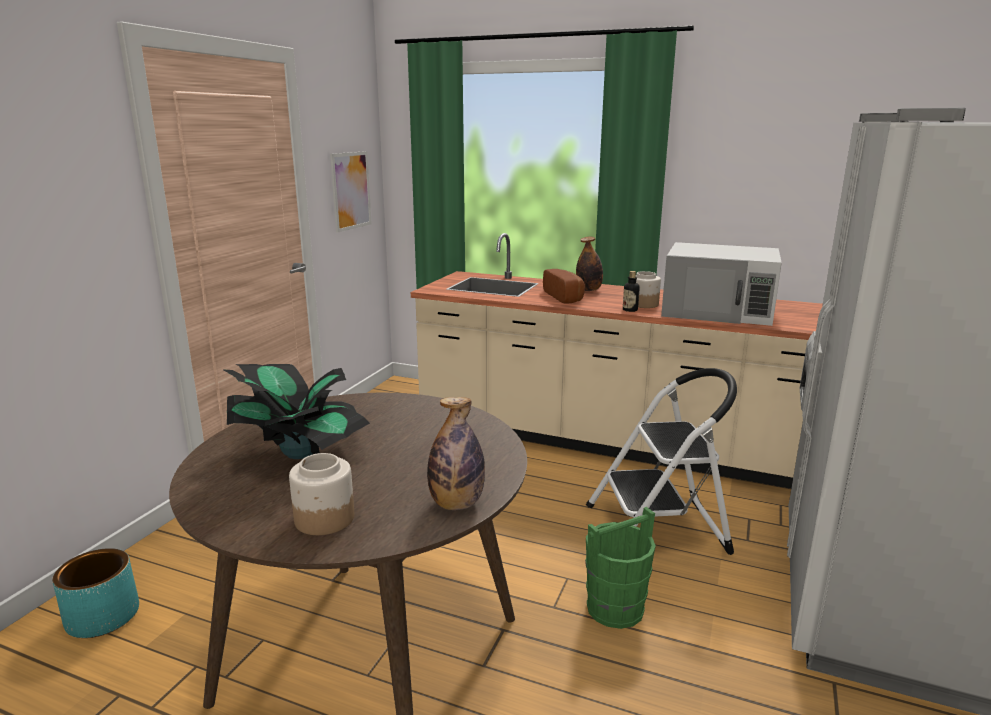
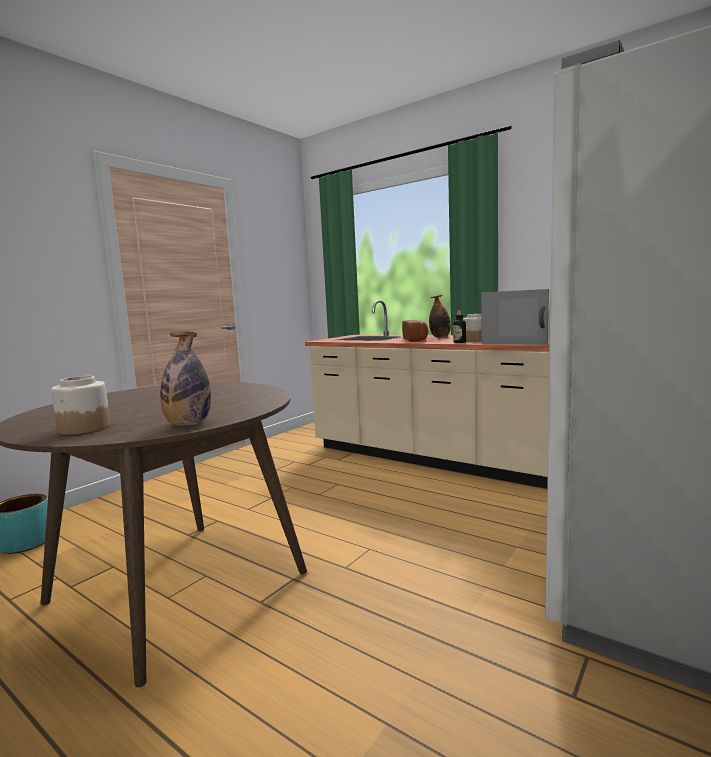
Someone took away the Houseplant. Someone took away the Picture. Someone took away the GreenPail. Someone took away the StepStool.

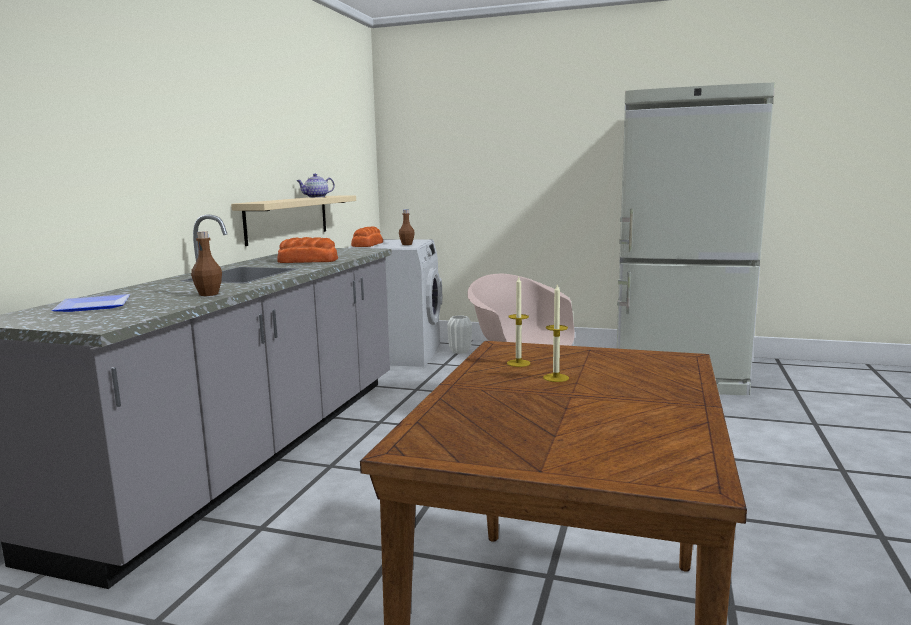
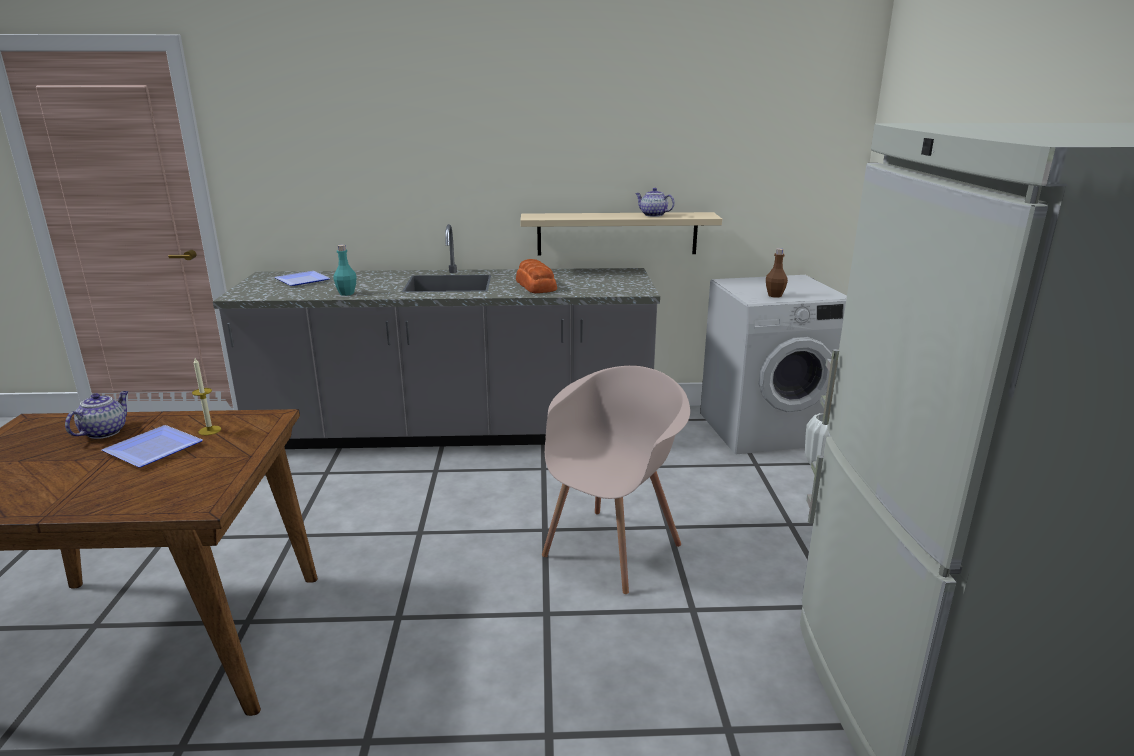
Someone repainted the BrownColouredBottle (no. 1 from left), which became the BlueGreenBottle. Someone took away the Bread (no. 2 from left). Someone swapped the WaxLight (no. 2 from left) for the DinnerPlate (no. 1 from left). Someone put down the TeaPot (no. 1 from left).

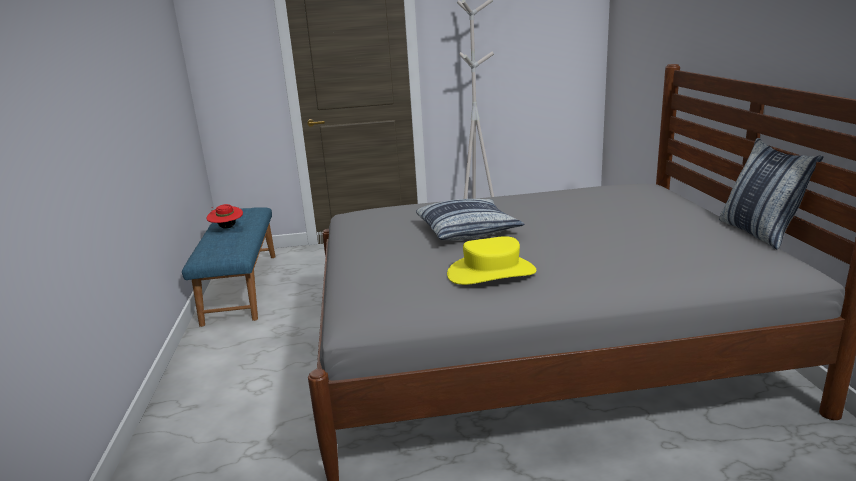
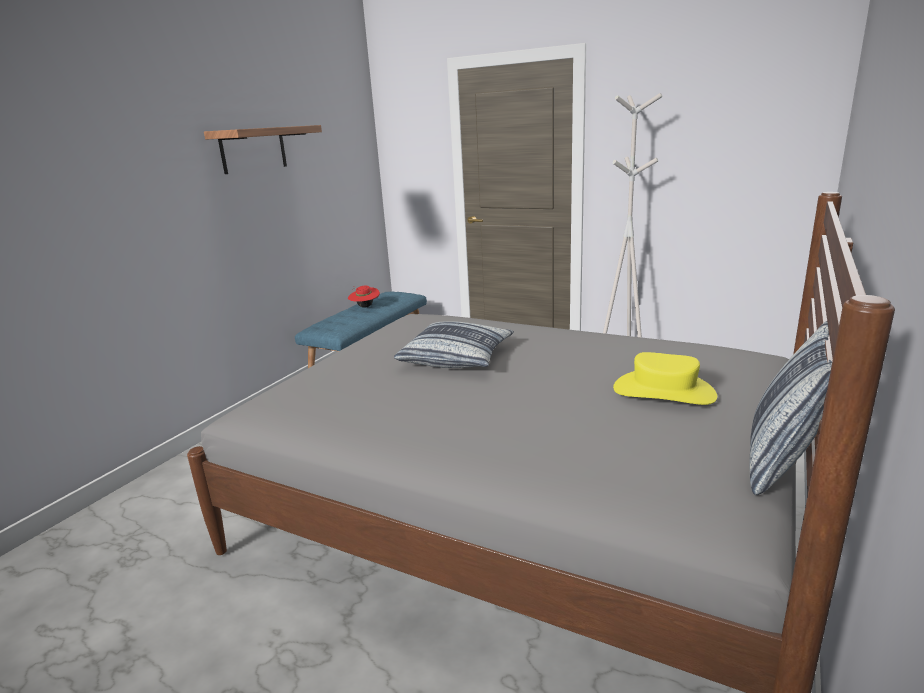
Someone carried the YellowColouredHat. Someone put up the Shelf.

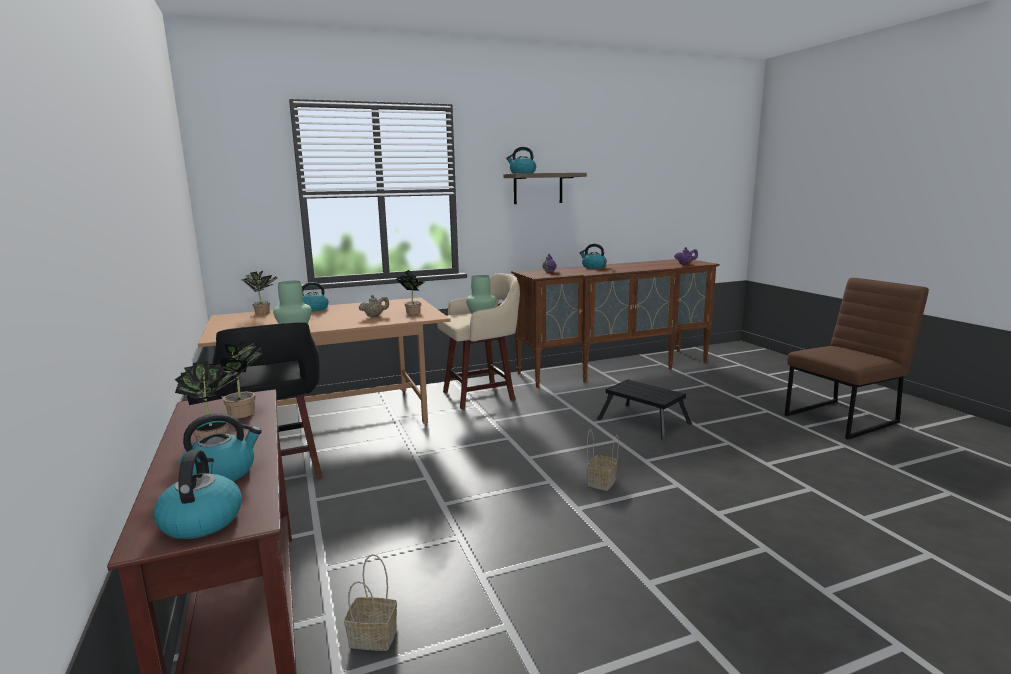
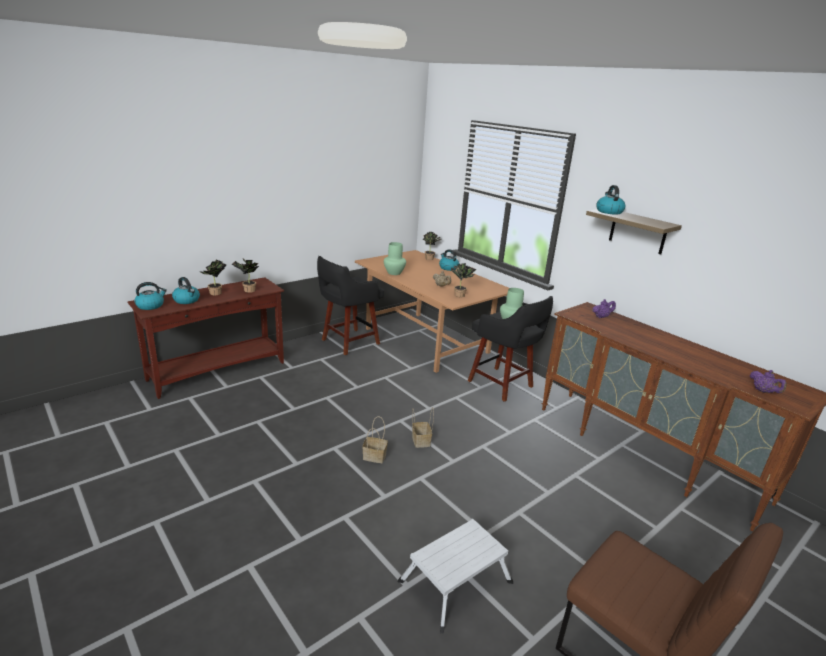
Someone carried the StorageBasket (no. 1 from left in the first image). Someone repainted the SandColouredStool, which became the BlackStool (no. 2 from left). Someone took away the Kettle (no. 5 from left). Someone took away the BlackStepStool. Someone put down the WhitishStepStool.

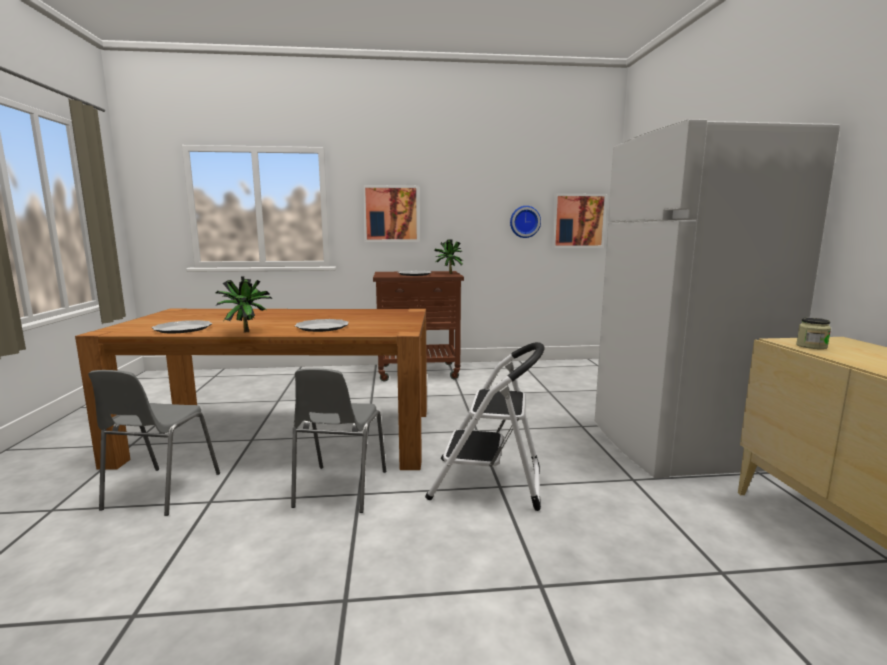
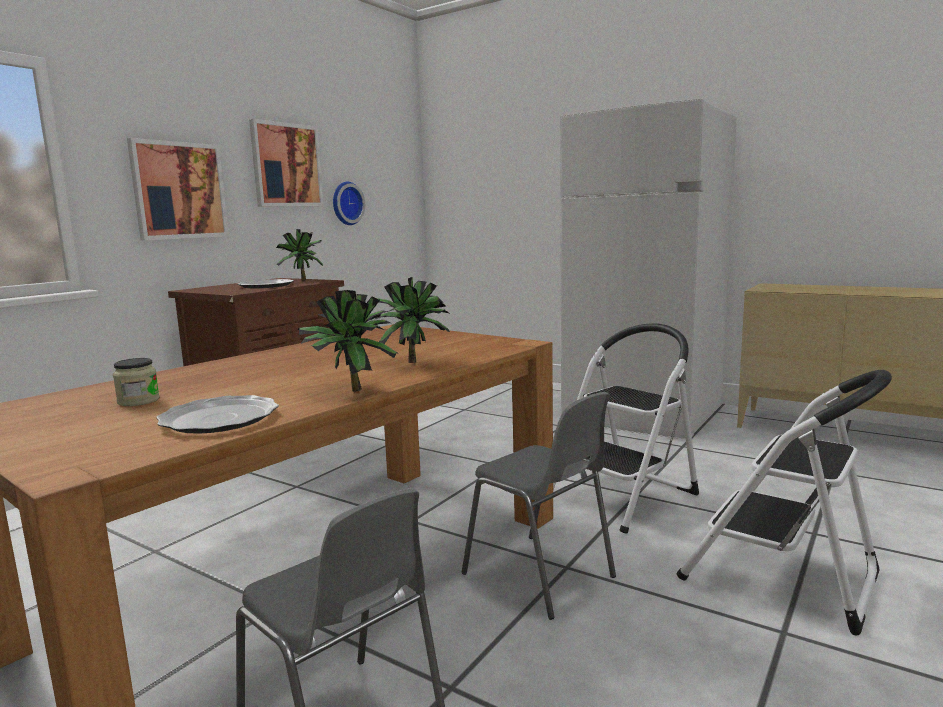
Someone swapped the DinnerPlate (no. 2 from left) for the Houseplant (no. 3 from left). Someone carried the Picture (no. 2 from left). Someone carried the Jar. Someone put down the StepStool (no. 2 from left).

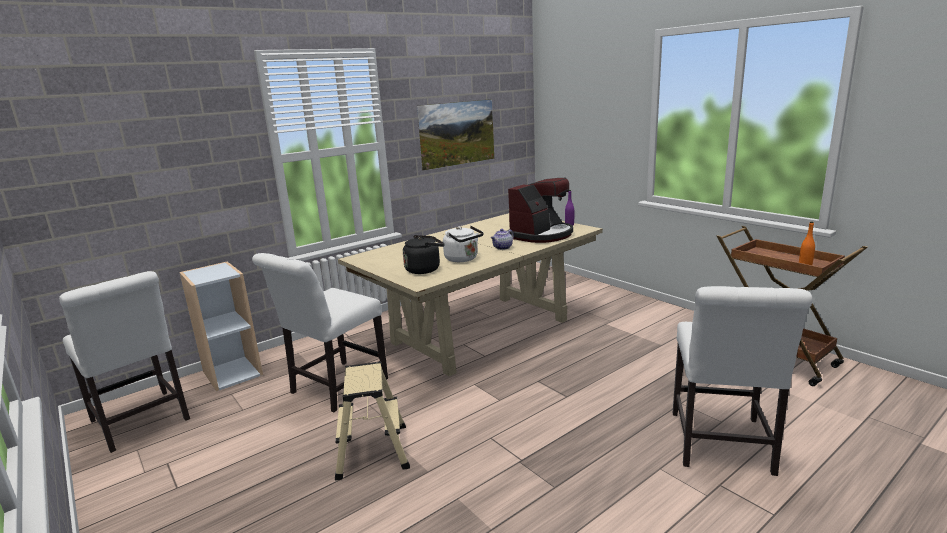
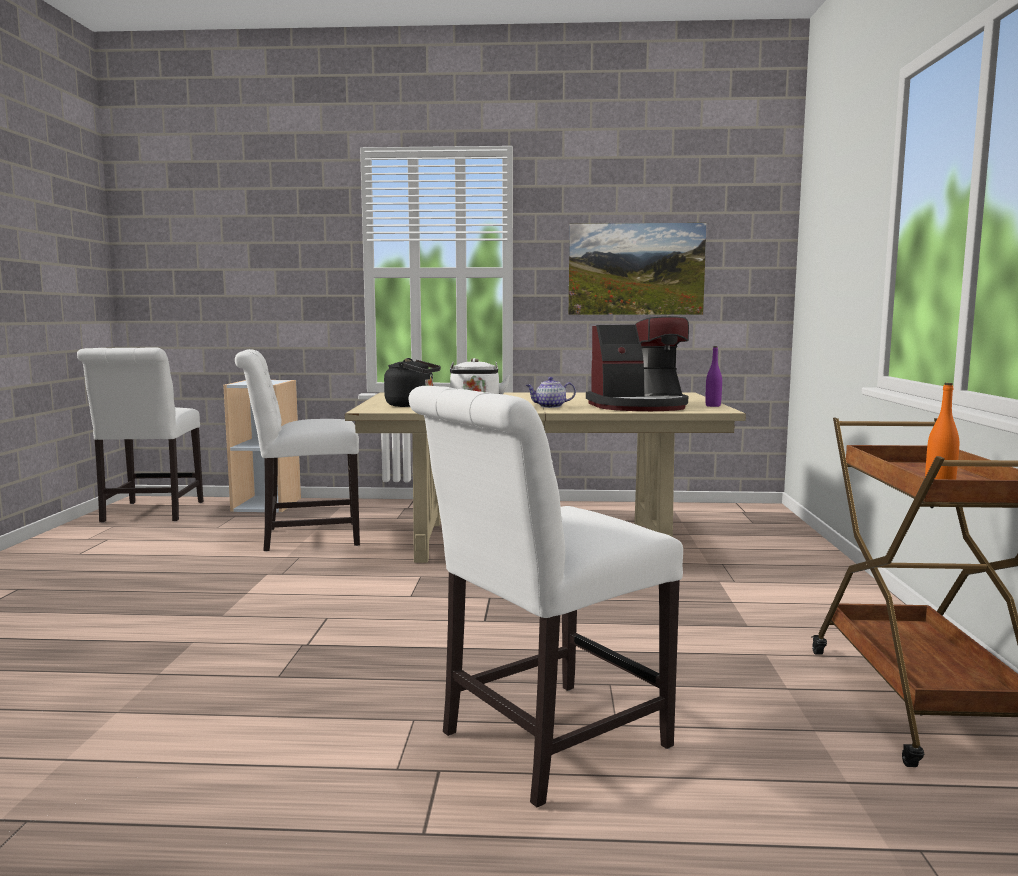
Someone took away the SandColouredStepStool.

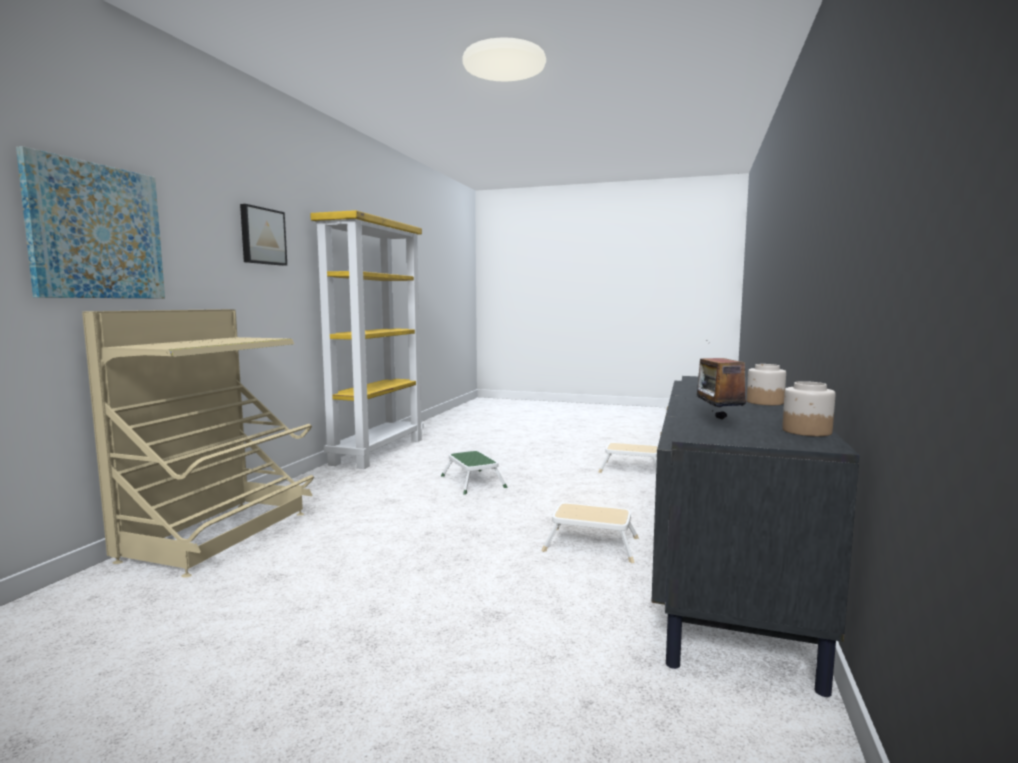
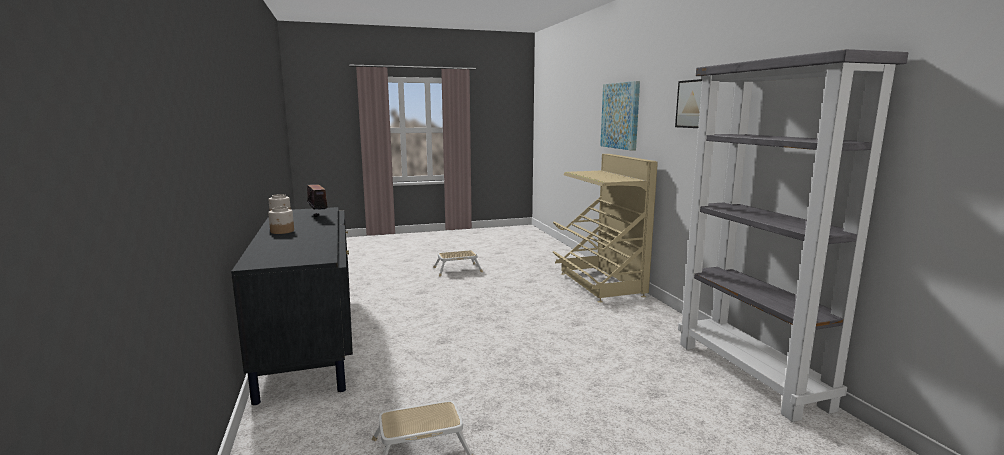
Someone repainted the YellowColouredBookcase, which became the GreyishBookcase. Someone took away the GreenStepStool. Someone carried the SandColouredStepStool (no. 1 from left in the first image).

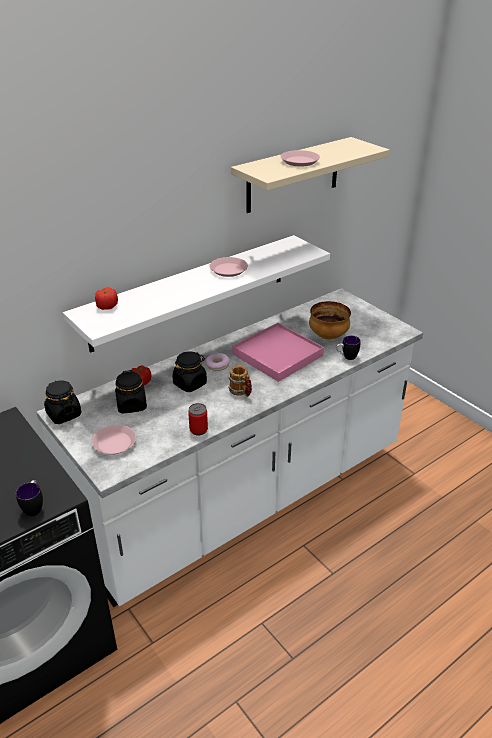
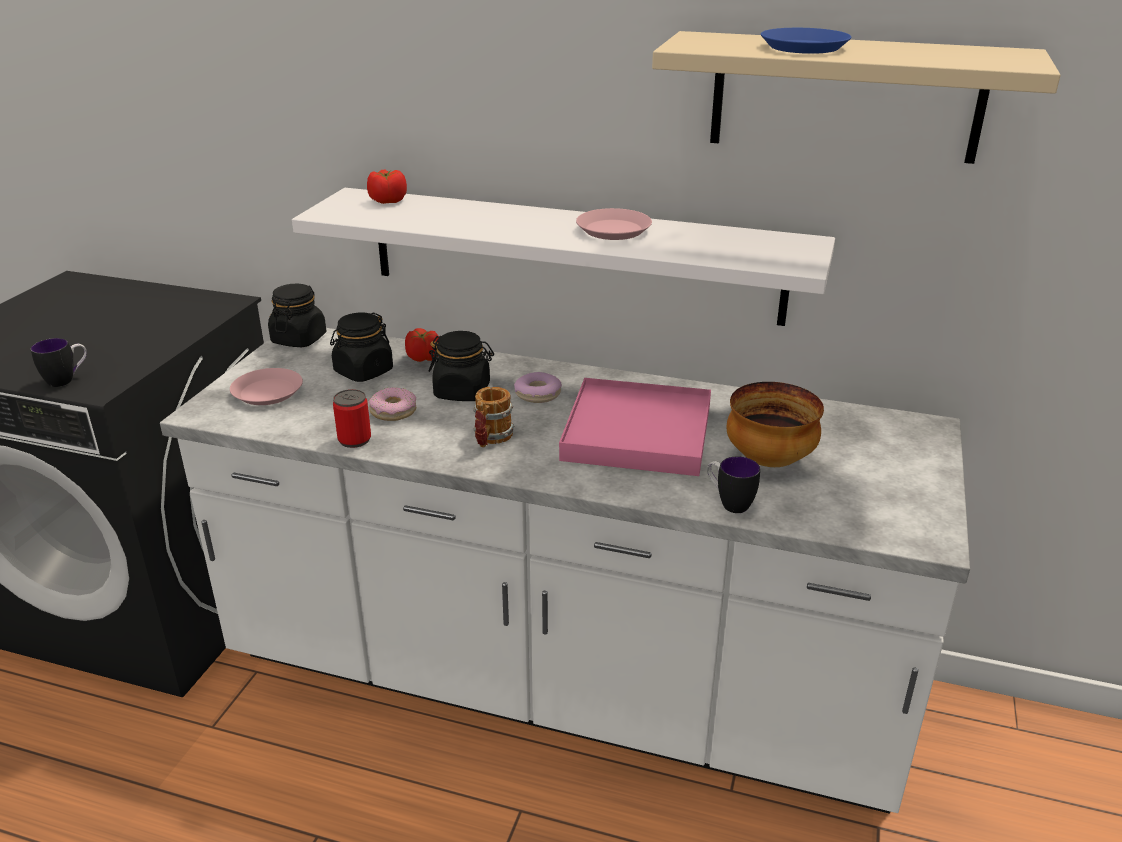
Someone repainted the PinkColouredDinnerPlate (no. 3 from left), which became the BlueColouredDinnerPlate. Someone put down the Doughnut (no. 1 from left).

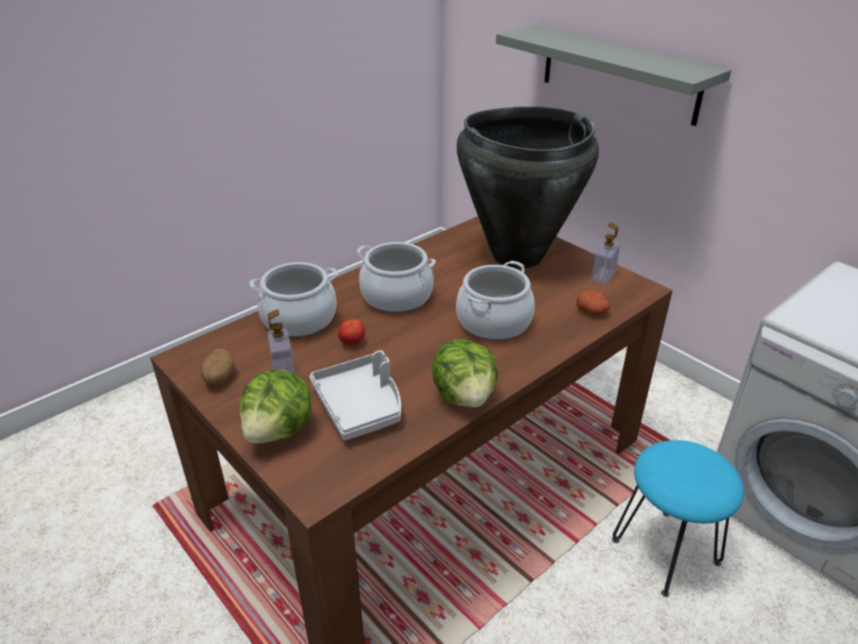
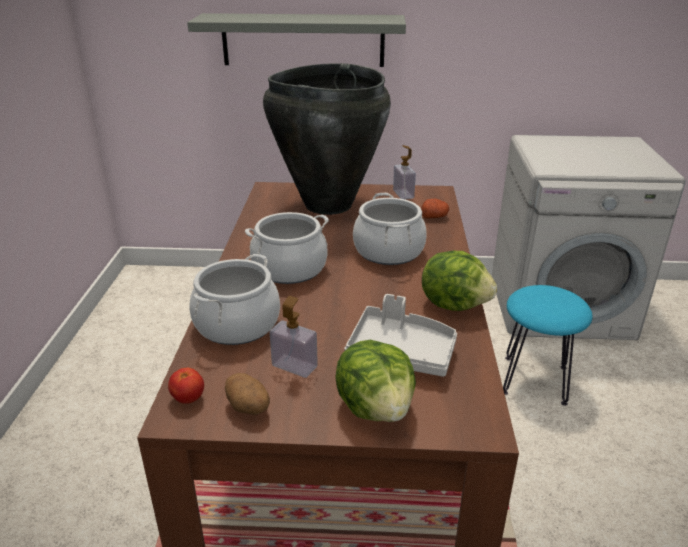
Someone carried the WholeTomato.

